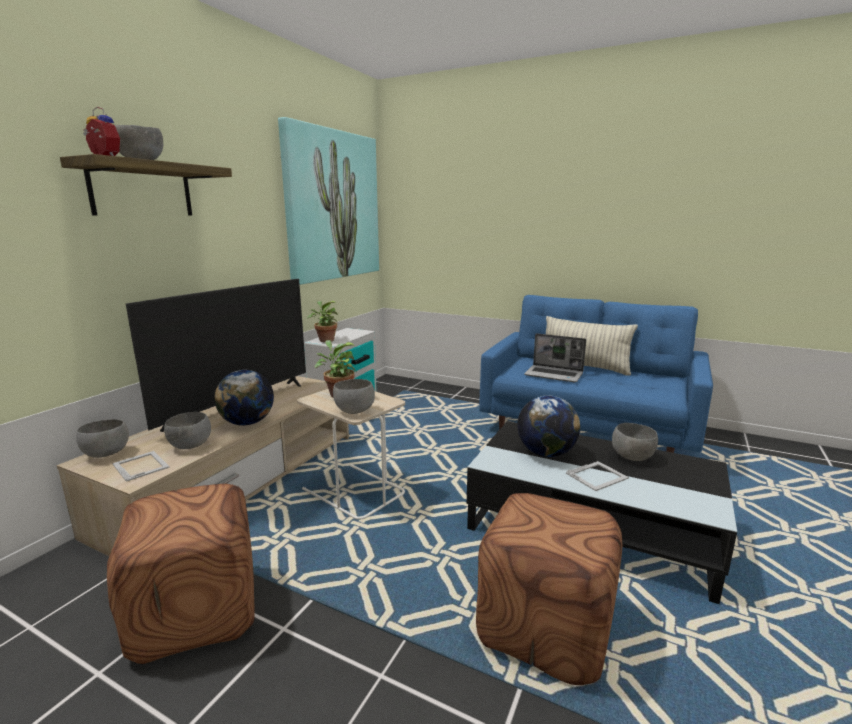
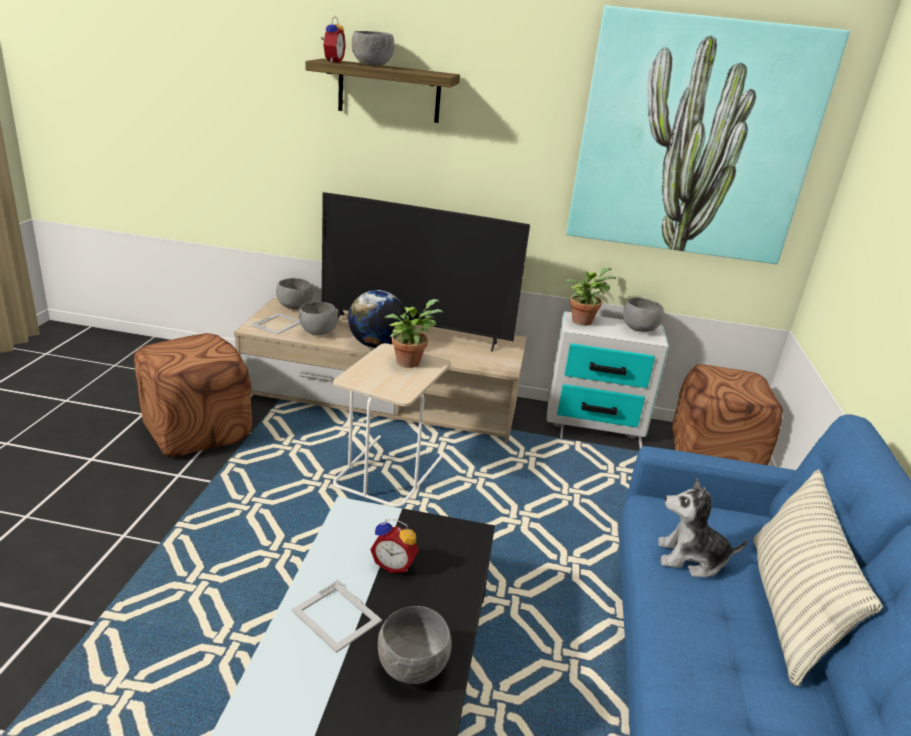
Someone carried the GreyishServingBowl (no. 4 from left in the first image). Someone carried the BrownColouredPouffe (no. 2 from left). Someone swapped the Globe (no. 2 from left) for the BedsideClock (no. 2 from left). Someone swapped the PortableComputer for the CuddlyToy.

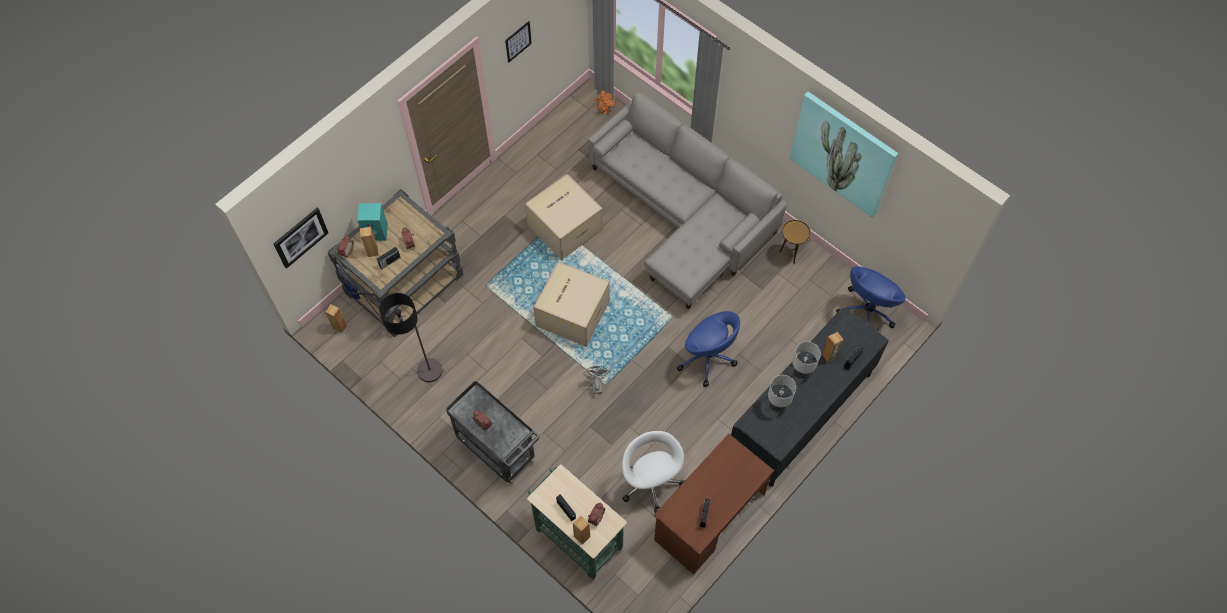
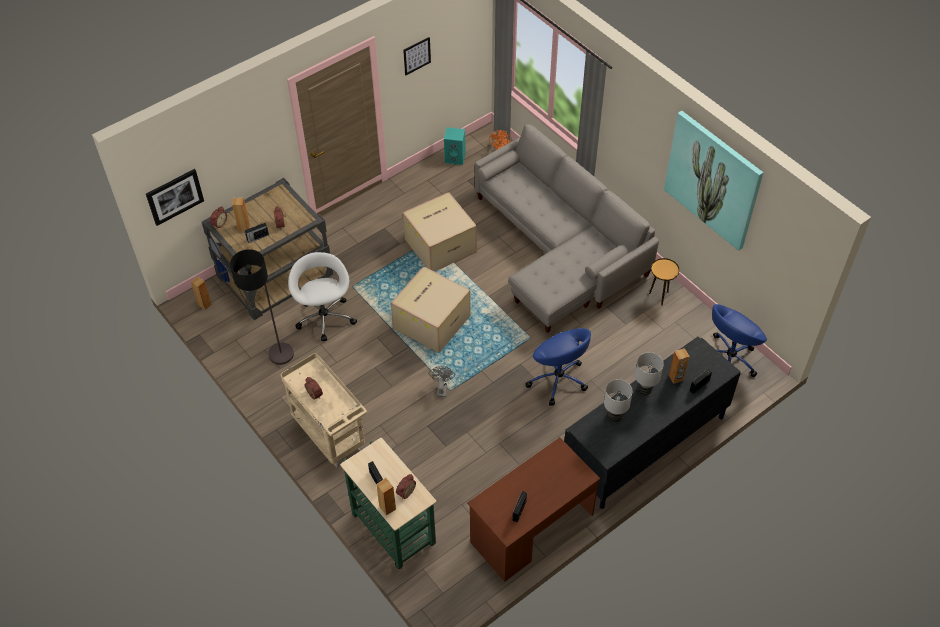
Someone carried the BlueGreenSpeaker. Someone repainted the BlackCart, which became the SandColouredCart. Someone carried the WhitishComputerChair.

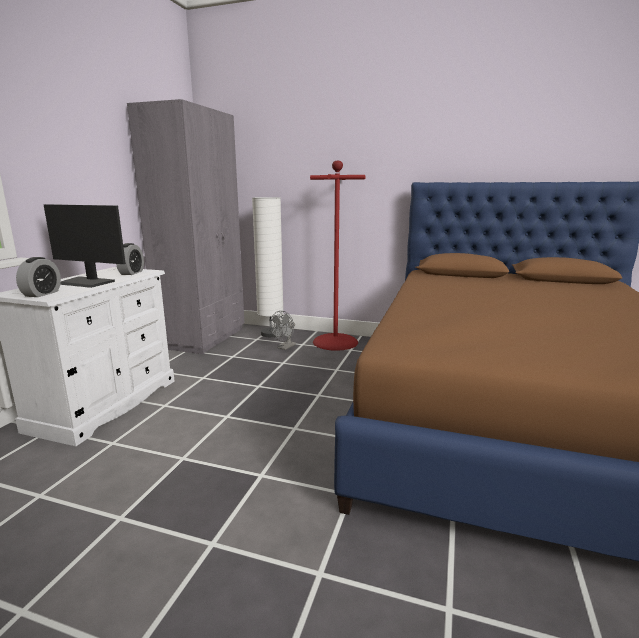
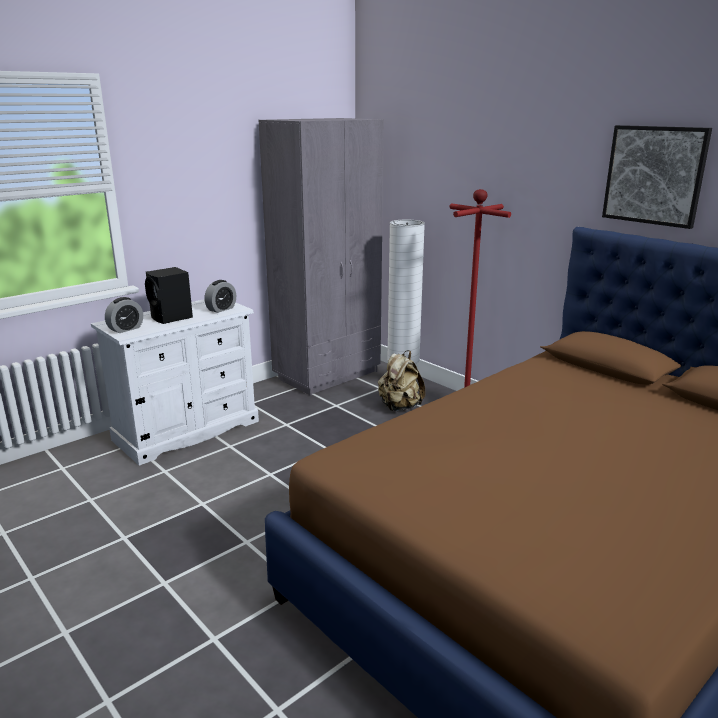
Someone swapped the ComputerScreen for the BlackSpeaker. Someone swapped the GreyishFan for the SandColouredBackpack. Someone put up the Picture.

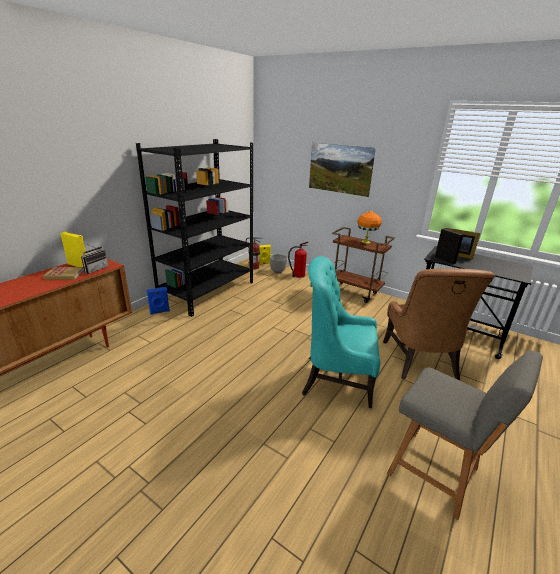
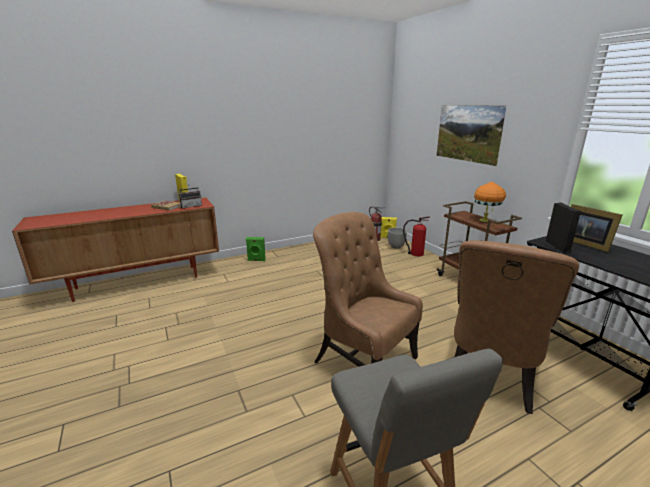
Someone took away the BlackBookcase. Someone repainted the BlueColouredSpeaker, which became the GreenSpeaker. Someone repainted the BlueGreenChair, which became the BrownColouredChair (no. 1 from left).

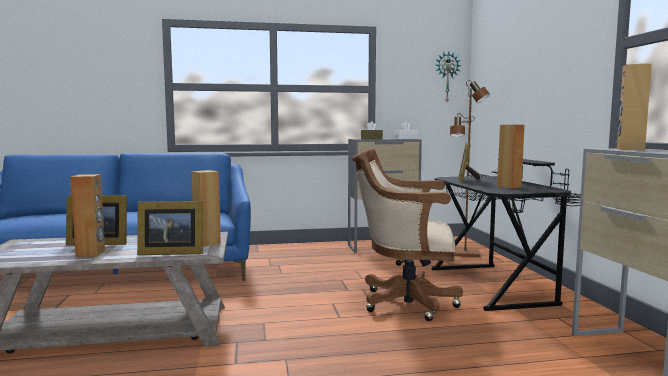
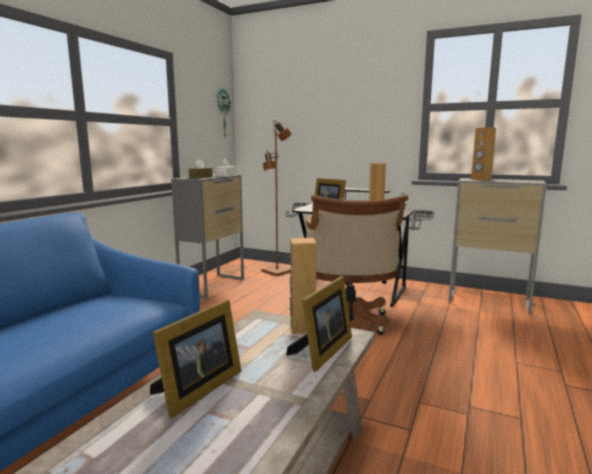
Someone took away the BrownColouredSpeaker (no. 1 from left). Someone rotated the ComputerChair by 45 degrees counterclockwise.

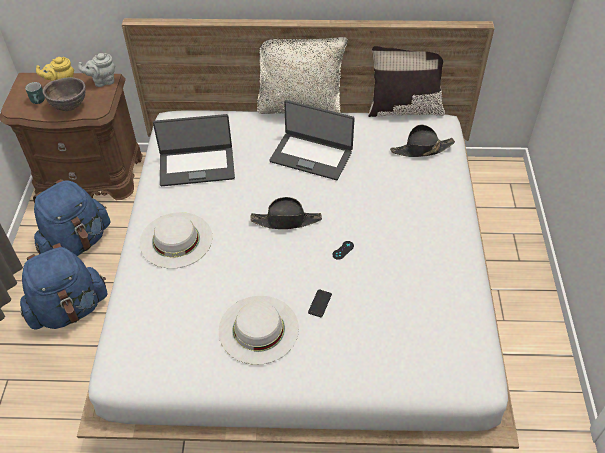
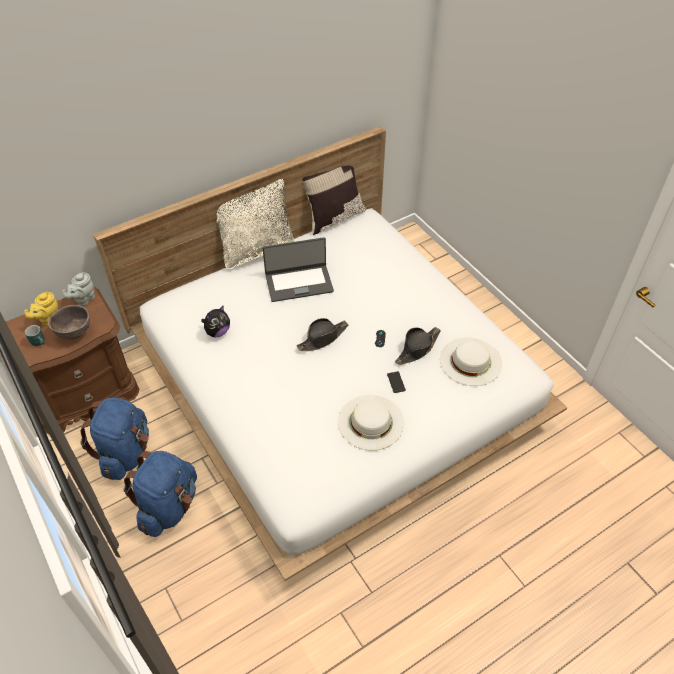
Someone carried the WhitishHat (no. 1 from left in the first image). Someone swapped the PortableComputer (no. 1 from left) for the CuddlyToy. Someone carried the BlackHat (no. 2 from left).

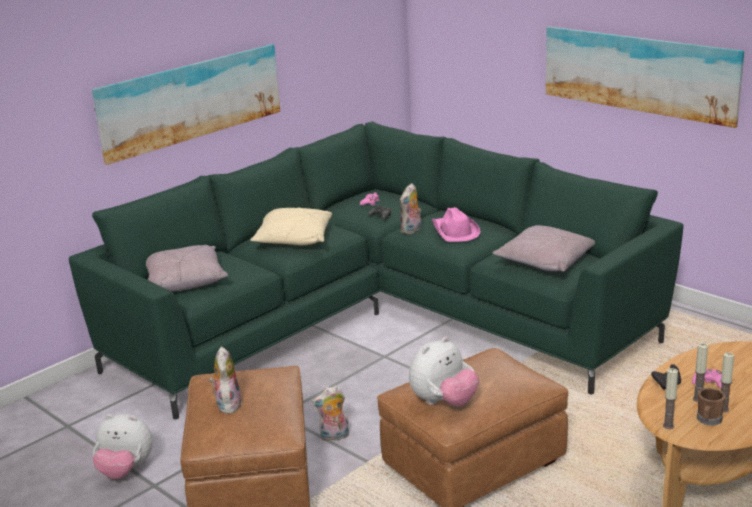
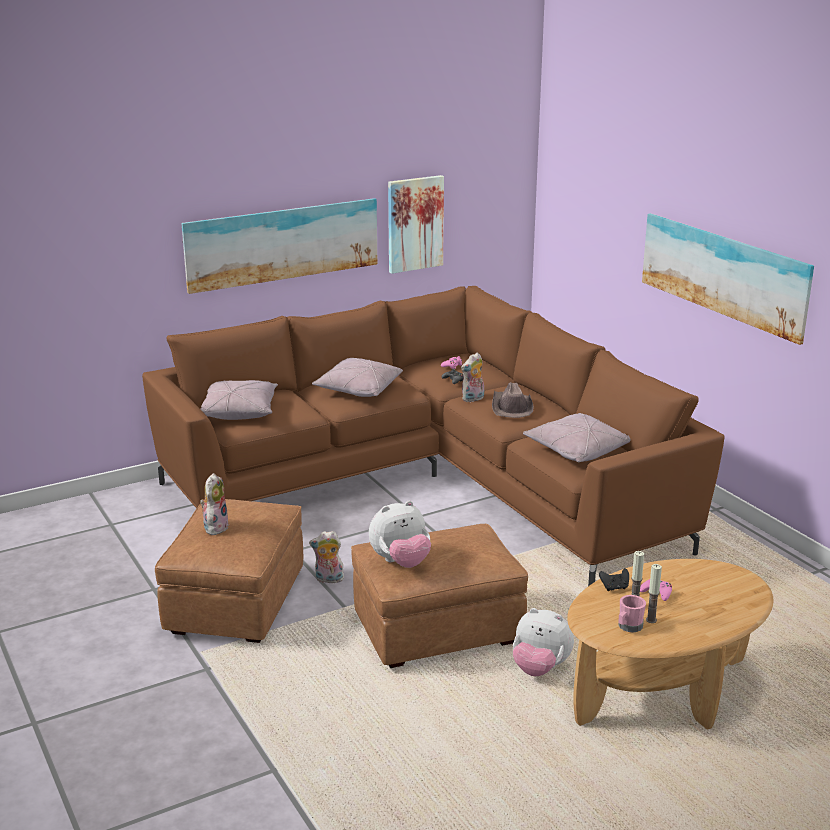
Someone repainted the GreenCouch, which became the BrownColouredCouch. Someone carried the CuddlyToy (no. 1 from left in the first image). Someone repainted the SandColouredPillow, which became the PurpleColouredPillow (no. 2 from left). Someone repainted the PinkColouredHat, which became the BrownColouredHat. Someone took away the WaxLight (no. 1 from left). Someone repainted the BrownColouredMug, which became the PinkColouredMug. Someone put up the Picture (no. 2 from left).

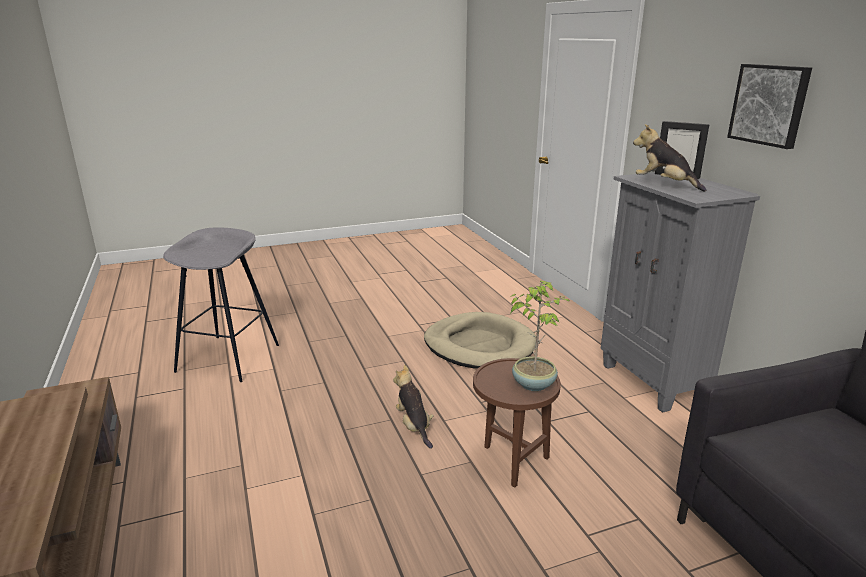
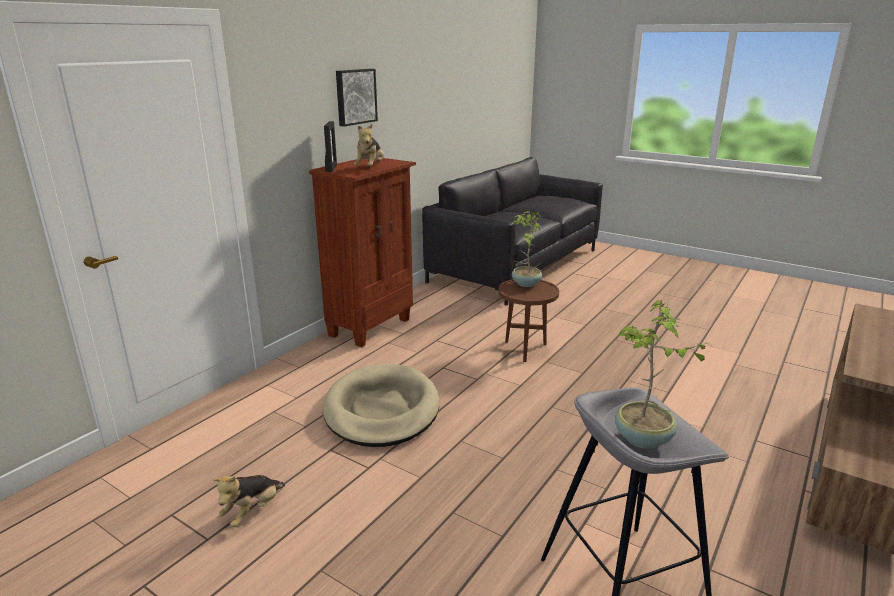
Someone carried the CuddlyToy (no. 1 from left). Someone repainted the GreyishStorageCabinet, which became the BrownColouredStorageCabinet. Someone put down the Houseplant (no. 2 from left).

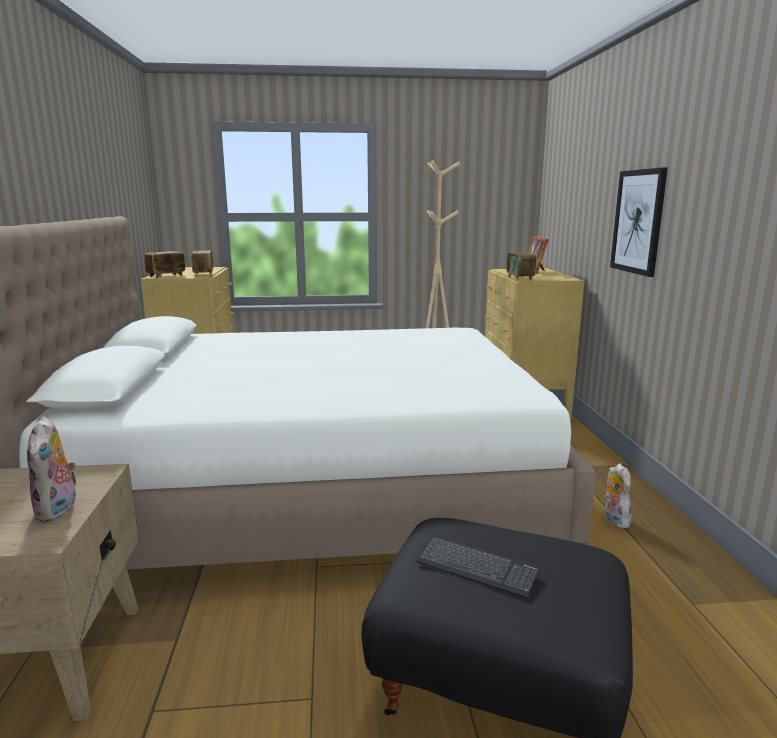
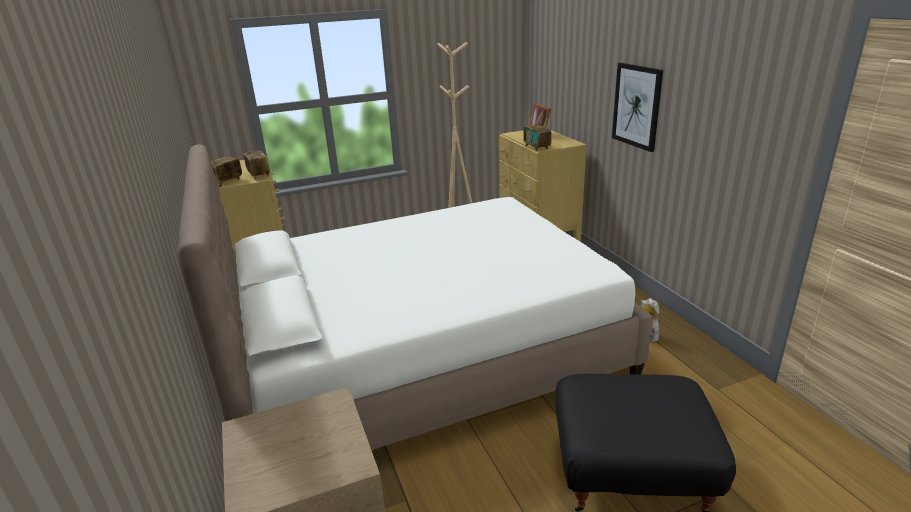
Someone took away the CuddlyToy (no. 1 from left). Someone took away the ComputerKeyboard.

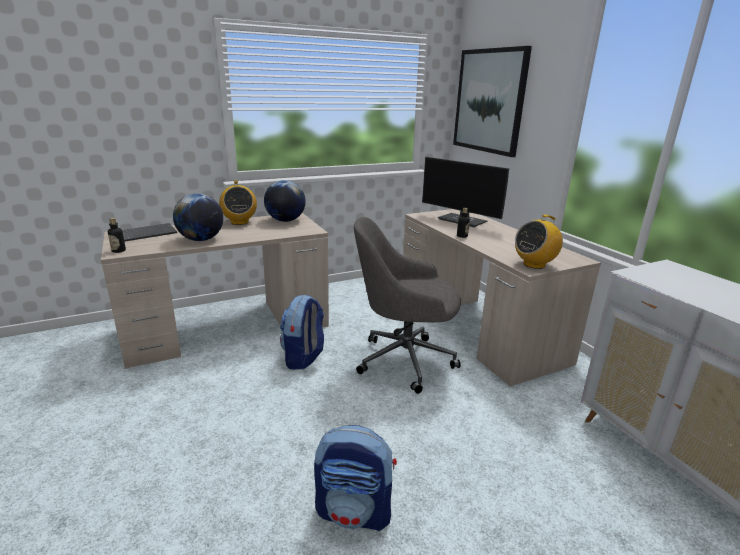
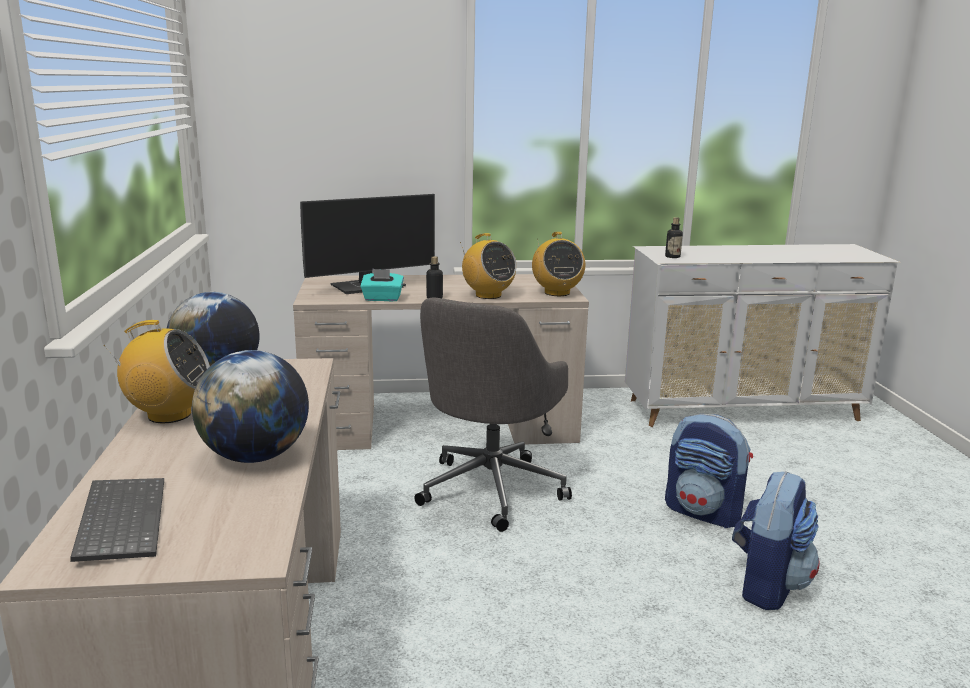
Someone carried the Bottle (no. 1 from left in the first image). Someone carried the Backpack (no. 1 from left). Someone took away the Picture. Someone put down the BlueGreenBoxOfTissues. Someone put down the RadioReceiver (no. 2 from left).

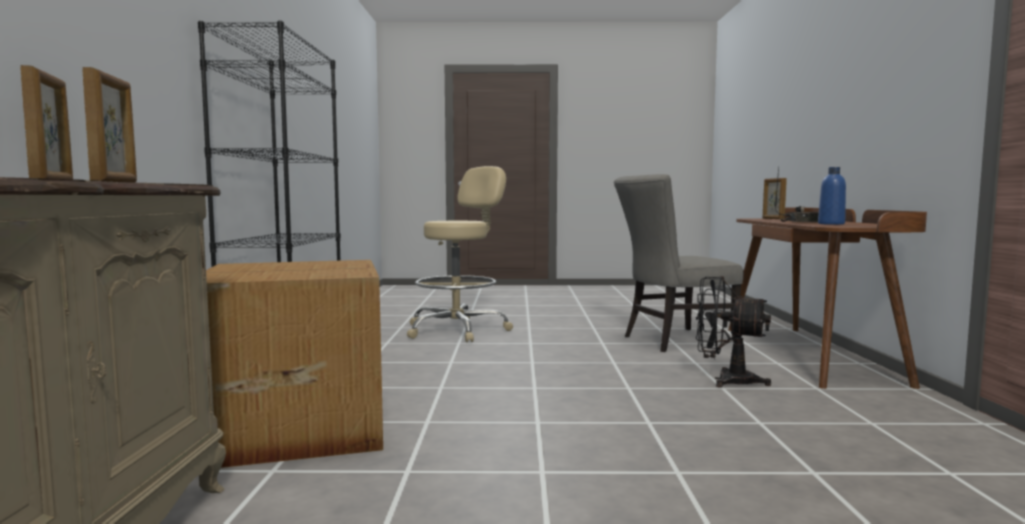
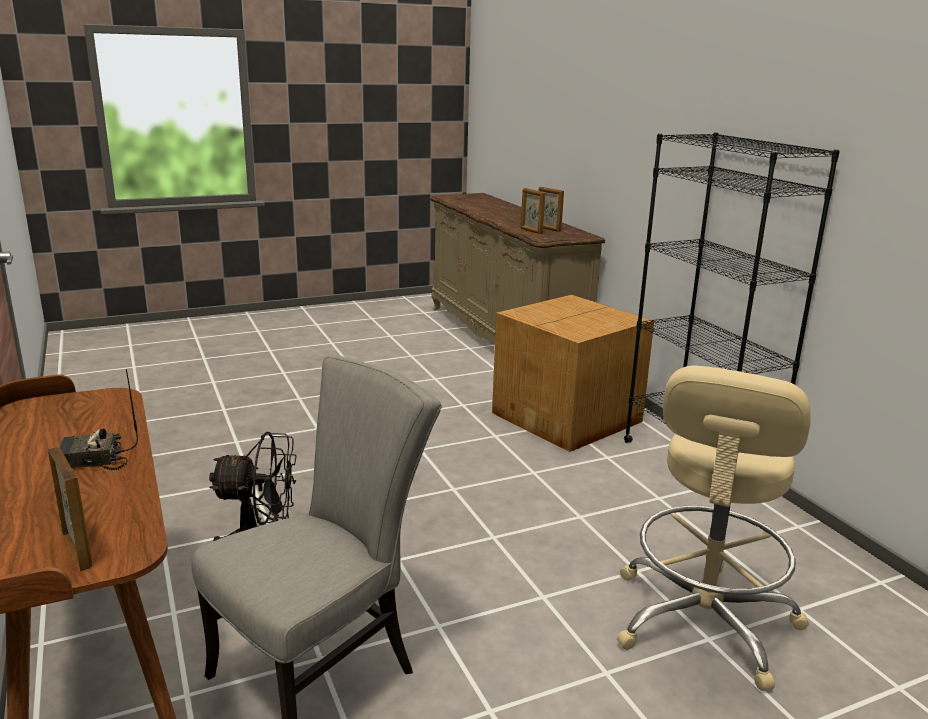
Someone took away the BlueColouredBottle.

